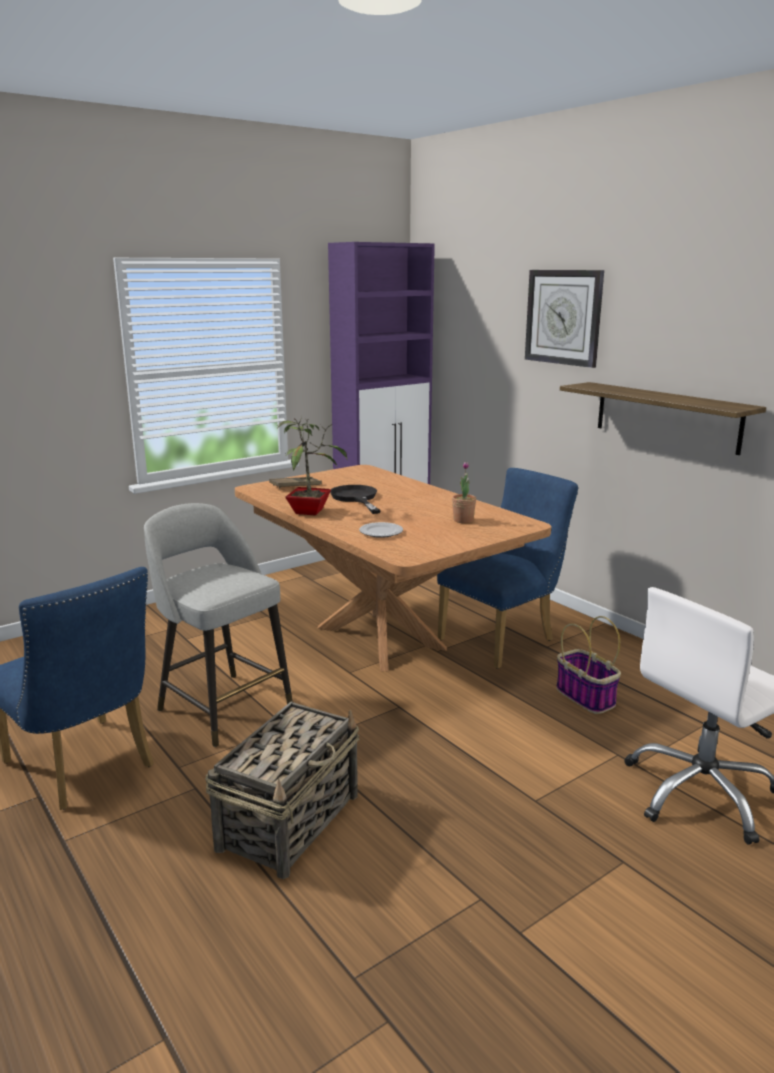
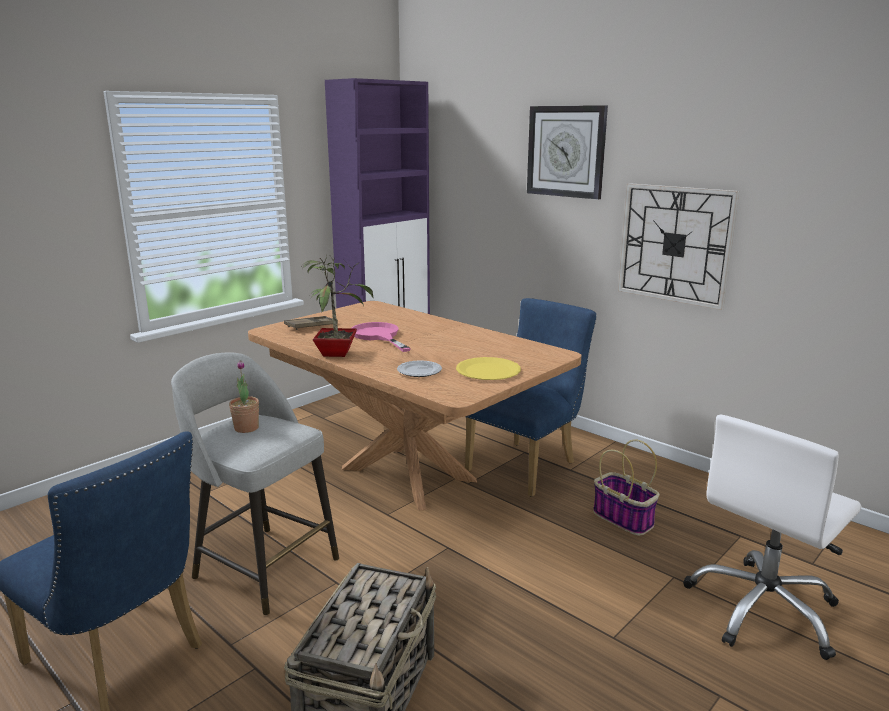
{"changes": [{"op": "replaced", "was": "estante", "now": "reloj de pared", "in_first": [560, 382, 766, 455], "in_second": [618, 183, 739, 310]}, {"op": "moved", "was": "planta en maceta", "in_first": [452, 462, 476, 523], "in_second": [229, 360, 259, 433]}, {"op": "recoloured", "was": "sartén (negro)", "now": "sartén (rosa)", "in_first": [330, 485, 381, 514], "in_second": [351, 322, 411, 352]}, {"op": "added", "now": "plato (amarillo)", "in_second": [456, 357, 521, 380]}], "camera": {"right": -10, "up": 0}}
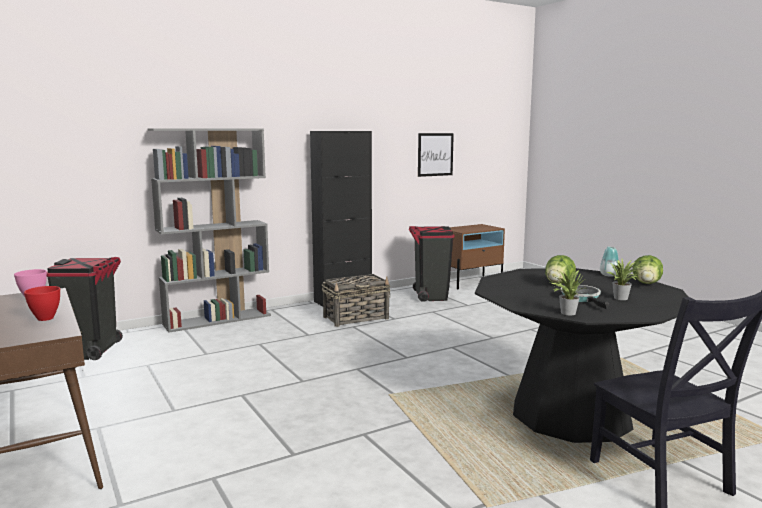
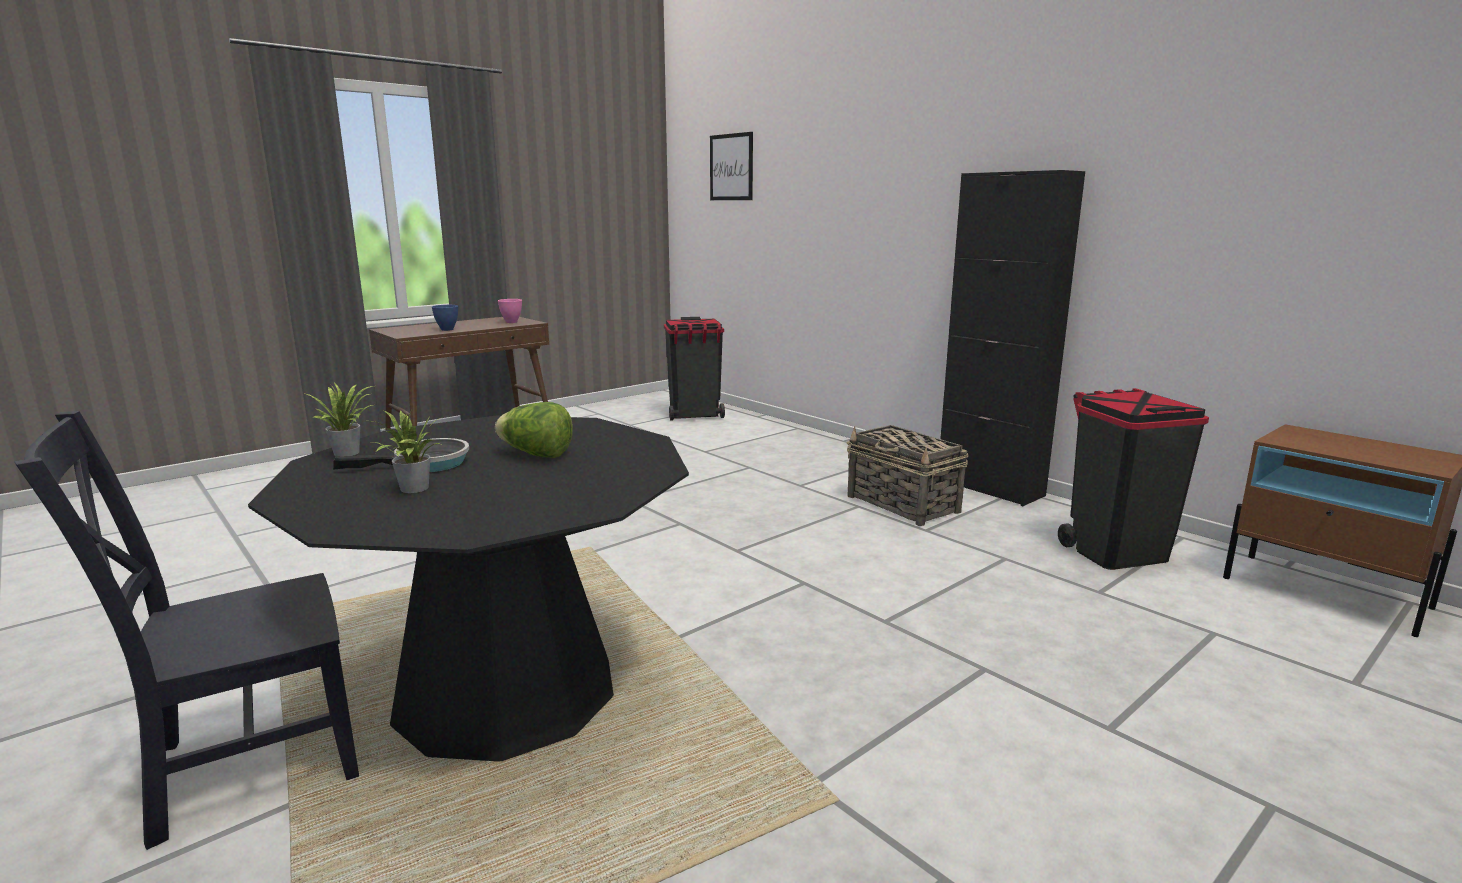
{"changes": [{"op": "removed", "was": "estantería (gris)", "in_first": [147, 128, 271, 333]}, {"op": "moved", "was": "cuadro", "in_first": [418, 133, 454, 177], "in_second": [710, 132, 753, 200]}, {"op": "removed", "was": "florero", "in_first": [600, 247, 619, 277]}, {"op": "removed", "was": "lechuga", "in_first": [633, 255, 663, 284]}, {"op": "recoloured", "was": "cuenco (rojo)", "now": "cuenco (azul)", "in_first": [24, 286, 60, 321], "in_second": [432, 305, 458, 331]}], "camera": {"right": 80, "up": 5}}
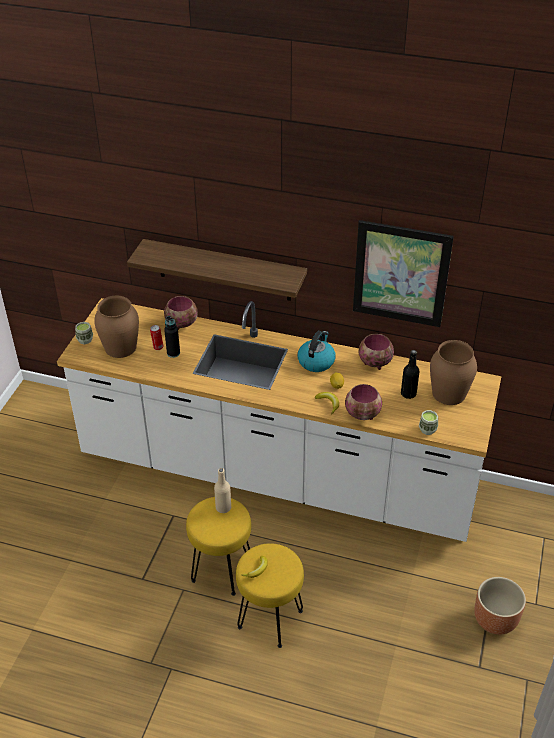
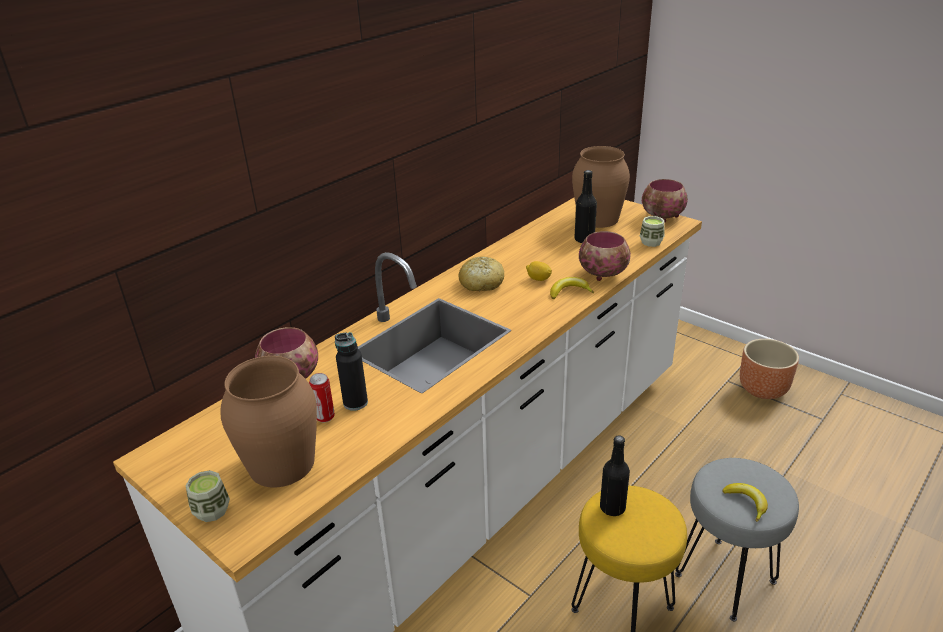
{"changes": [{"op": "removed", "was": "cuadro", "in_first": [353, 220, 454, 327]}, {"op": "removed", "was": "estante", "in_first": [127, 239, 307, 301]}, {"op": "replaced", "was": "hervidor", "now": "pan", "in_first": [298, 331, 336, 372], "in_second": [459, 256, 504, 292]}, {"op": "moved", "was": "cuenco", "in_first": [359, 334, 394, 370], "in_second": [642, 179, 688, 223]}, {"op": "recoloured", "was": "botella (beis)", "now": "botella (negro)", "in_first": [214, 468, 231, 513], "in_second": [600, 435, 630, 516]}, {"op": "recoloured", "was": "taburete (amarillo)", "now": "taburete (gris)", "in_first": [236, 543, 304, 648], "in_second": [675, 458, 799, 621]}], "camera": {"right": -65, "up": -10}}
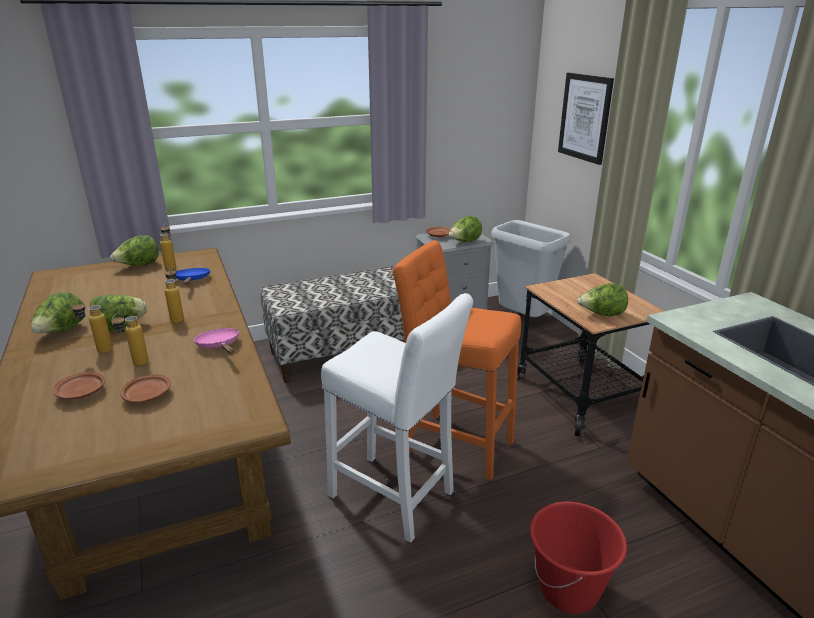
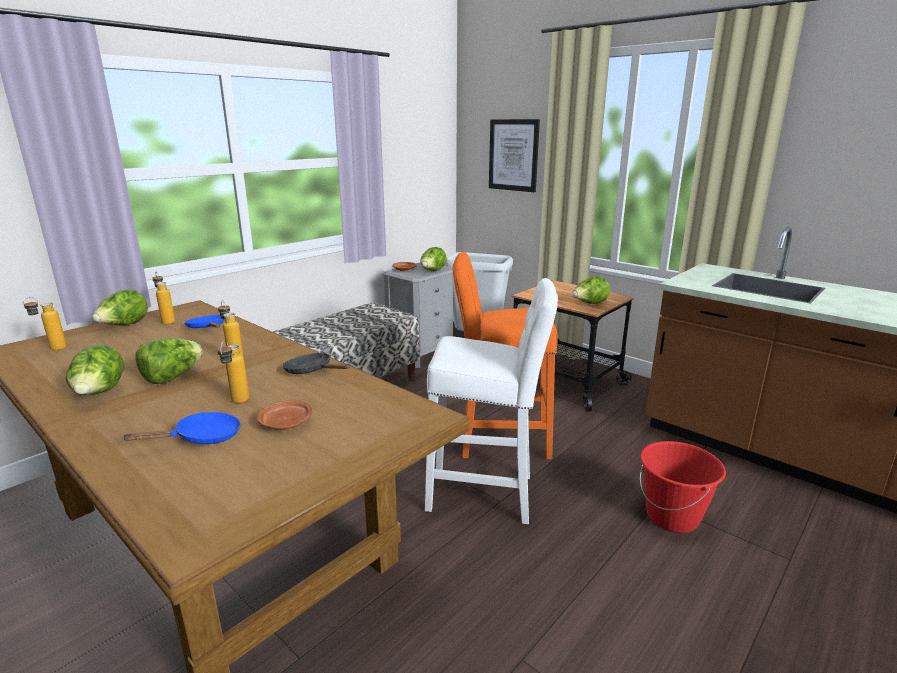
{"changes": [{"op": "moved", "was": "botella", "in_first": [71, 300, 113, 353], "in_second": [23, 297, 67, 350]}, {"op": "recoloured", "was": "sartén (rosa)", "now": "sartén (negro)", "in_first": [194, 328, 239, 354], "in_second": [283, 353, 350, 374]}, {"op": "replaced", "was": "plato (marrón)", "now": "sartén (azul)", "in_first": [53, 372, 105, 400], "in_second": [122, 412, 241, 444]}], "camera": {"right": -25, "up": -5}}
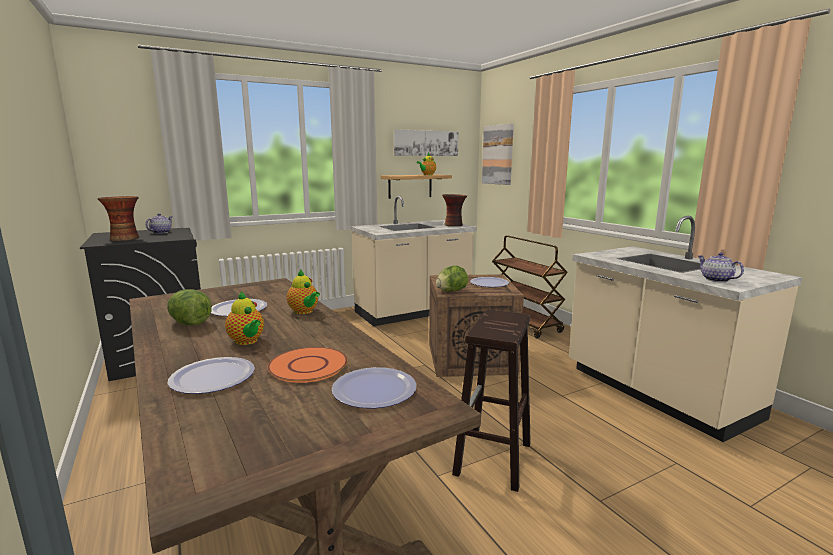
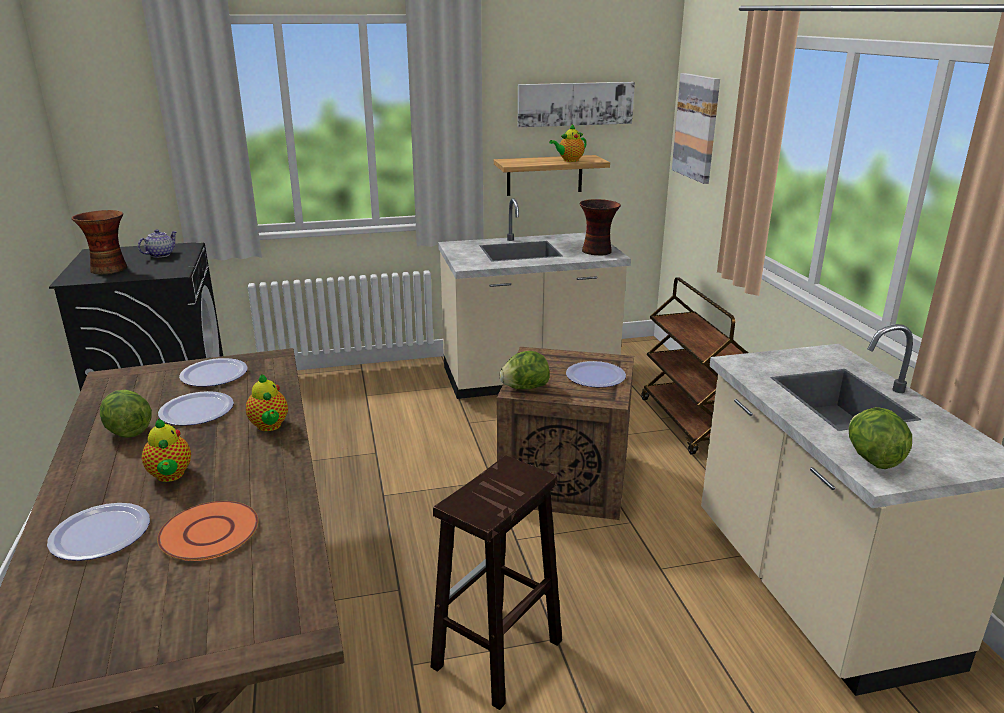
{"changes": [{"op": "replaced", "was": "tetera", "now": "lechuga", "in_first": [698, 253, 744, 282], "in_second": [849, 407, 912, 469]}, {"op": "moved", "was": "plato", "in_first": [332, 367, 416, 408], "in_second": [179, 358, 248, 386]}], "camera": {"right": 15, "up": 10}}
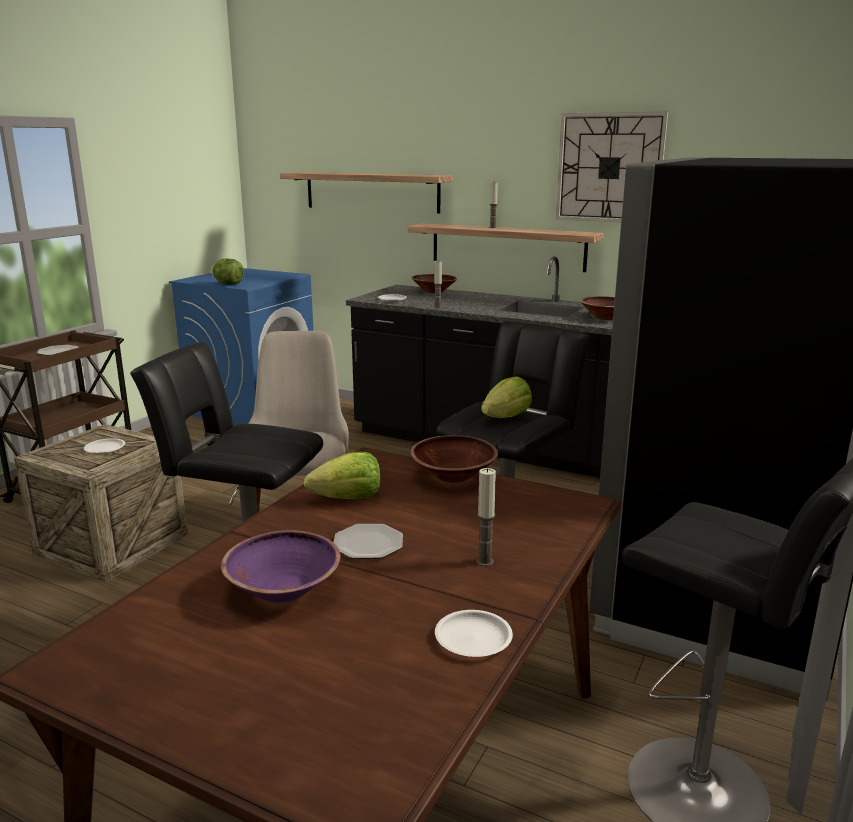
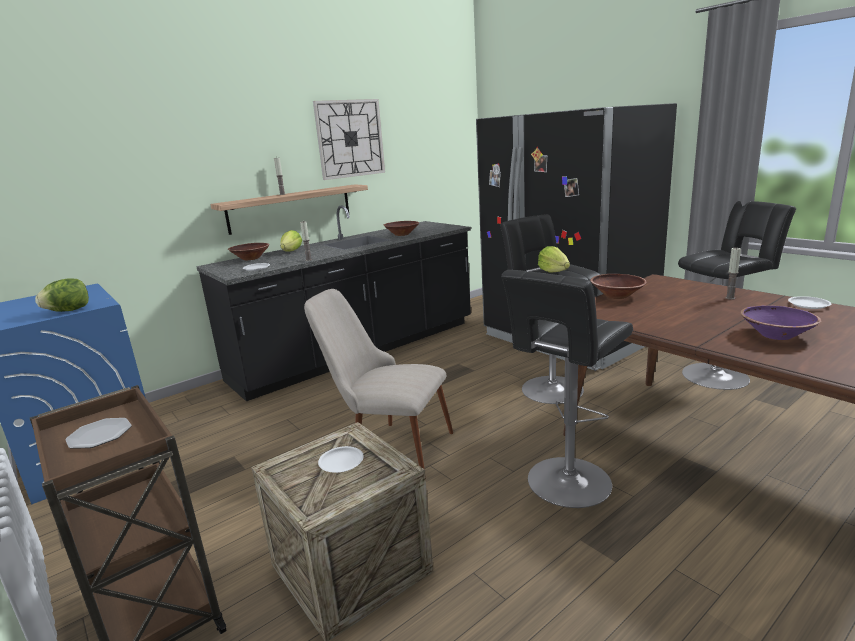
{"changes": [{"op": "removed", "was": "estante", "in_first": [280, 172, 453, 214]}, {"op": "moved", "was": "lechuga", "in_first": [304, 452, 380, 499], "in_second": [280, 230, 302, 252]}, {"op": "removed", "was": "plato", "in_first": [333, 524, 403, 559]}], "camera": {"right": -65, "up": 0}}
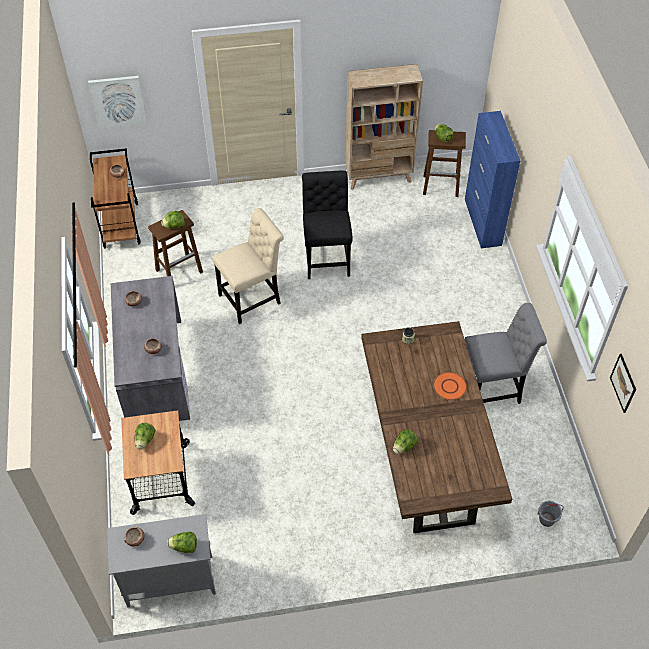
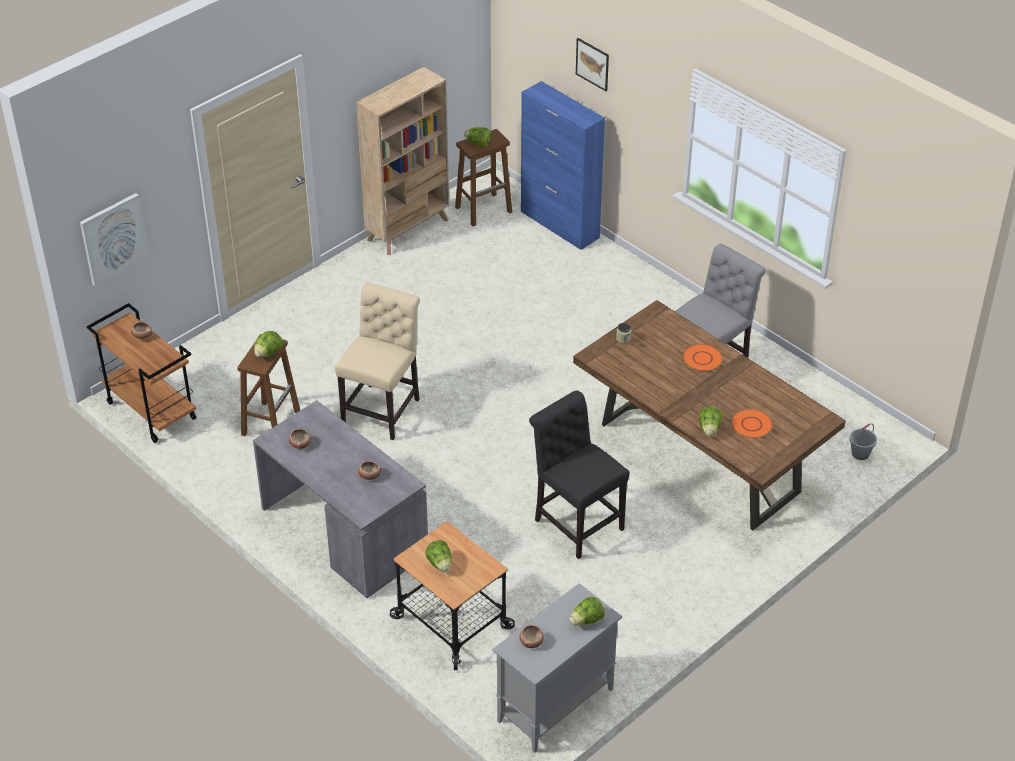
{"changes": [{"op": "moved", "was": "silla (negro)", "in_first": [302, 170, 353, 279], "in_second": [529, 390, 629, 559]}, {"op": "moved", "was": "cuadro", "in_first": [610, 354, 636, 413], "in_second": [576, 38, 609, 91]}, {"op": "added", "now": "plato (naranja)", "in_second": [731, 409, 773, 438]}], "camera": {"right": -35, "up": -10}}
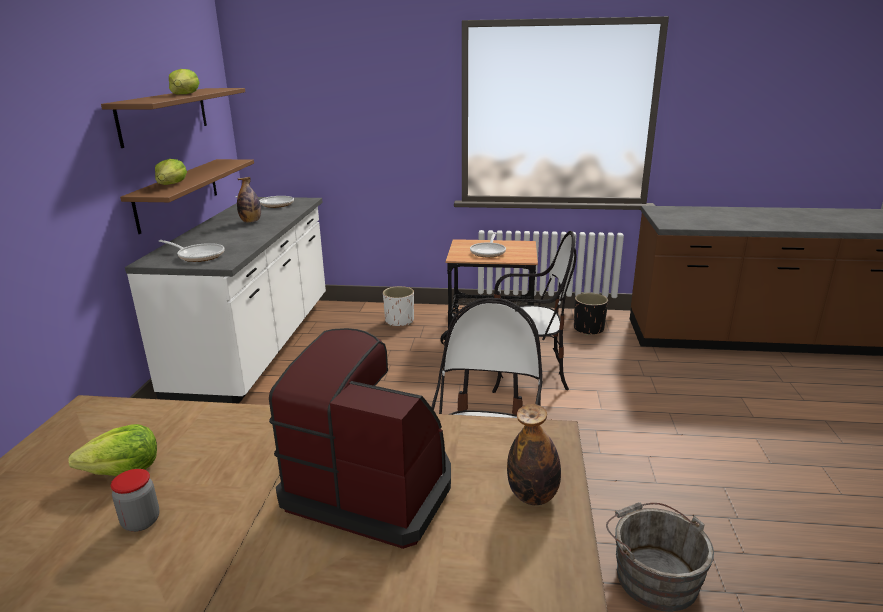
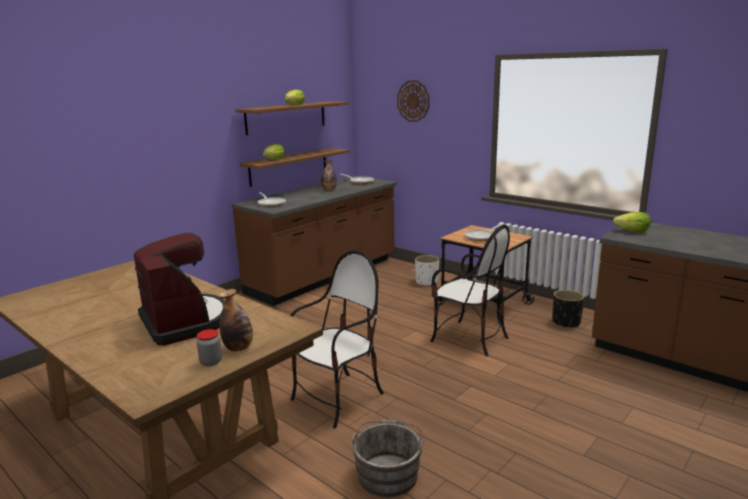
{"changes": [{"op": "recoloured", "was": "mueble bajo de cocina (blanco)", "now": "mueble bajo de cocina (marrón)", "in_first": [125, 197, 326, 403], "in_second": [232, 176, 397, 306]}, {"op": "moved", "was": "lechuga", "in_first": [68, 424, 157, 476], "in_second": [613, 212, 651, 232]}, {"op": "moved", "was": "tarro", "in_first": [111, 469, 160, 532], "in_second": [197, 329, 222, 366]}, {"op": "added", "now": "reloj de pared", "in_second": [397, 80, 429, 122]}], "camera": {"right": 35, "up": -5}}
